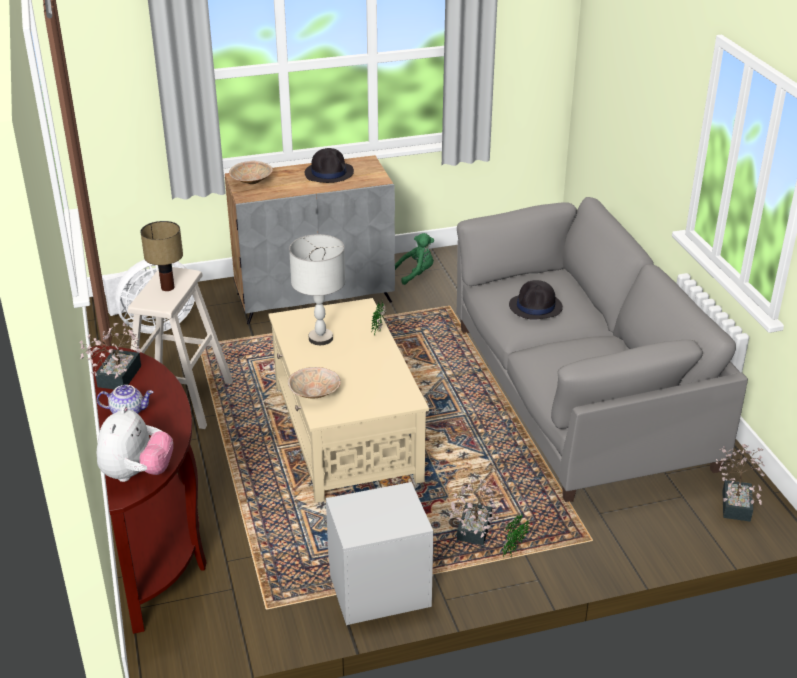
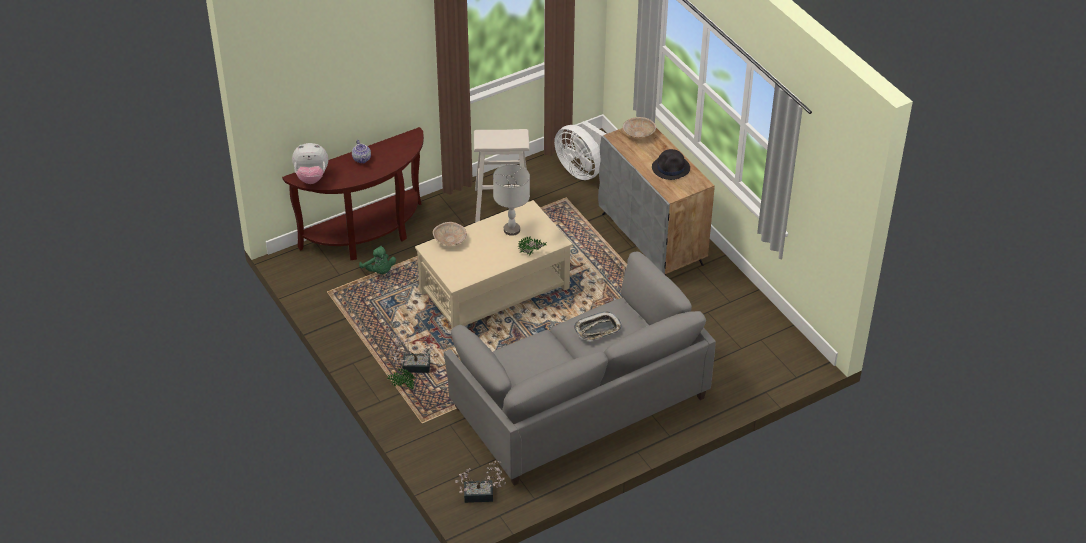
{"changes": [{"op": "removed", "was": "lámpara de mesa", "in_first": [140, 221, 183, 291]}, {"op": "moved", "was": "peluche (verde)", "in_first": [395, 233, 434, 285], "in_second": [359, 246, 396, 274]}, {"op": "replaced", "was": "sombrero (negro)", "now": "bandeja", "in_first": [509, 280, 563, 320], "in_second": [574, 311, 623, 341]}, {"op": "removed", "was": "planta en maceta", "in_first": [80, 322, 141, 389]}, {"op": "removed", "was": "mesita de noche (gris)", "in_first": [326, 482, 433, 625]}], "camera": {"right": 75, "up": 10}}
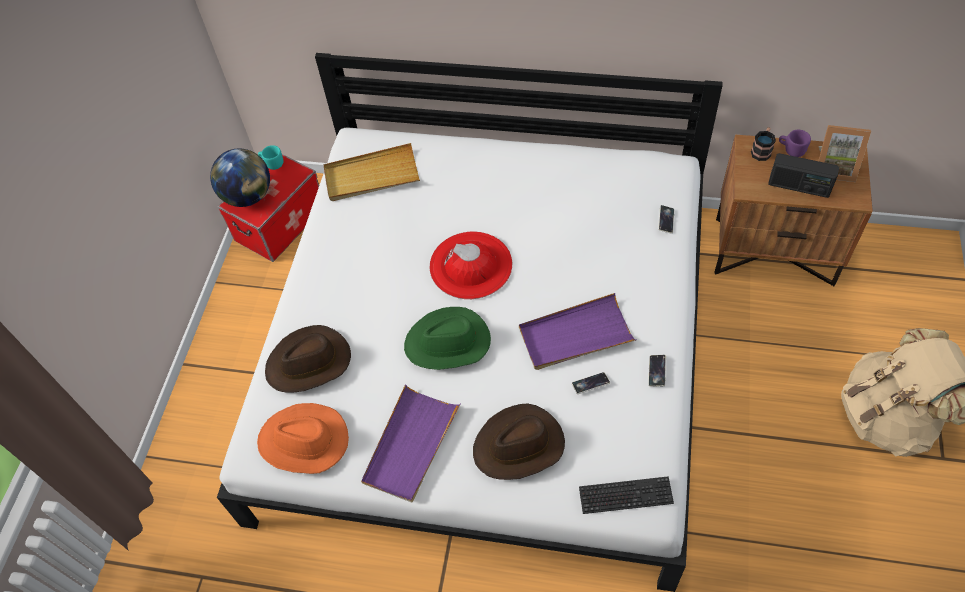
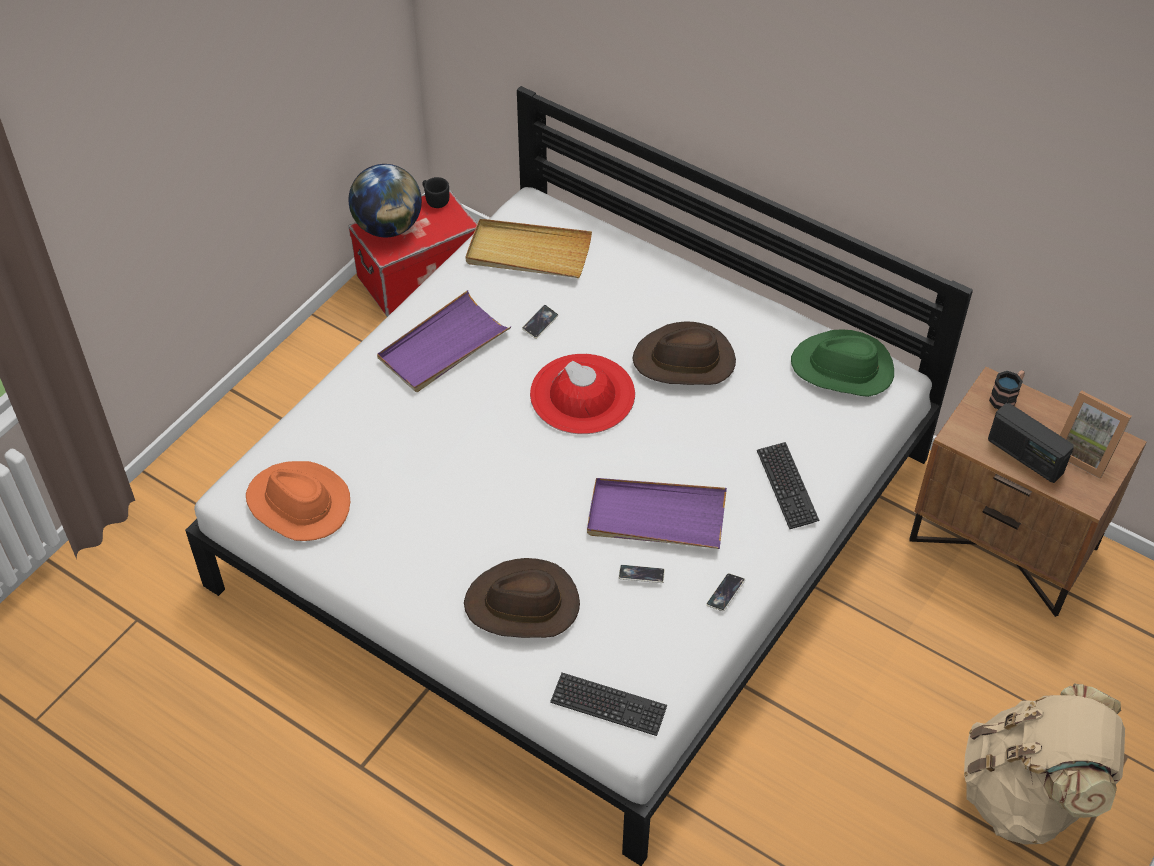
{"changes": [{"op": "removed", "was": "taza grande (morado)", "in_first": [779, 130, 811, 157]}, {"op": "recoloured", "was": "taza grande (turquesa)", "now": "taza grande (negro)", "in_first": [258, 145, 283, 170], "in_second": [422, 177, 449, 208]}, {"op": "moved", "was": "móvil", "in_first": [658, 205, 674, 234], "in_second": [522, 305, 558, 339]}, {"op": "moved", "was": "sombrero (verde)", "in_first": [404, 307, 491, 370], "in_second": [791, 329, 894, 397]}, {"op": "moved", "was": "sombrero (marrón)", "in_first": [265, 325, 351, 393], "in_second": [632, 321, 736, 385]}, {"op": "moved", "was": "bandeja (morado)", "in_first": [361, 384, 460, 503], "in_second": [377, 290, 511, 392]}, {"op": "added", "now": "teclado", "in_second": [757, 442, 819, 529]}], "camera": {"right": 20, "up": -5}}
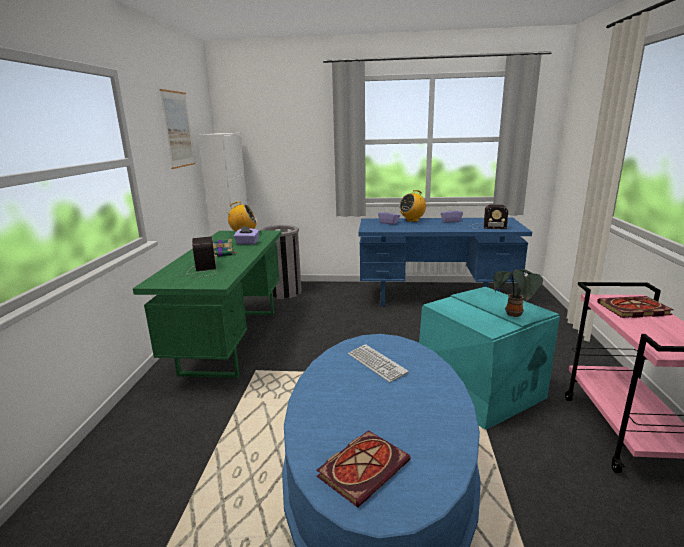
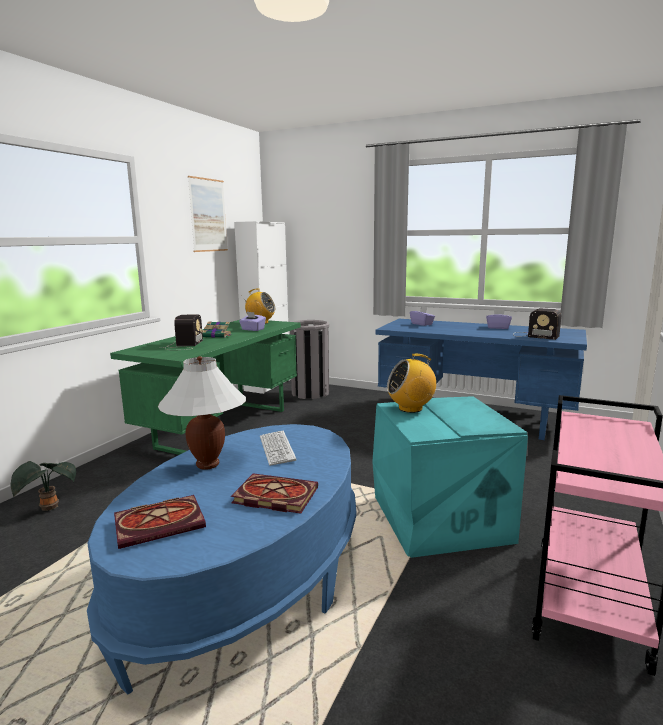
{"changes": [{"op": "moved", "was": "radio", "in_first": [399, 190, 426, 222], "in_second": [387, 354, 436, 413]}, {"op": "moved", "was": "planta en maceta", "in_first": [493, 269, 543, 317], "in_second": [10, 461, 76, 511]}, {"op": "moved", "was": "libro", "in_first": [597, 296, 673, 318], "in_second": [231, 473, 318, 513]}, {"op": "added", "now": "lámpara de mesa (blanco)", "in_second": [158, 356, 246, 470]}], "camera": {"right": 20, "up": -5}}
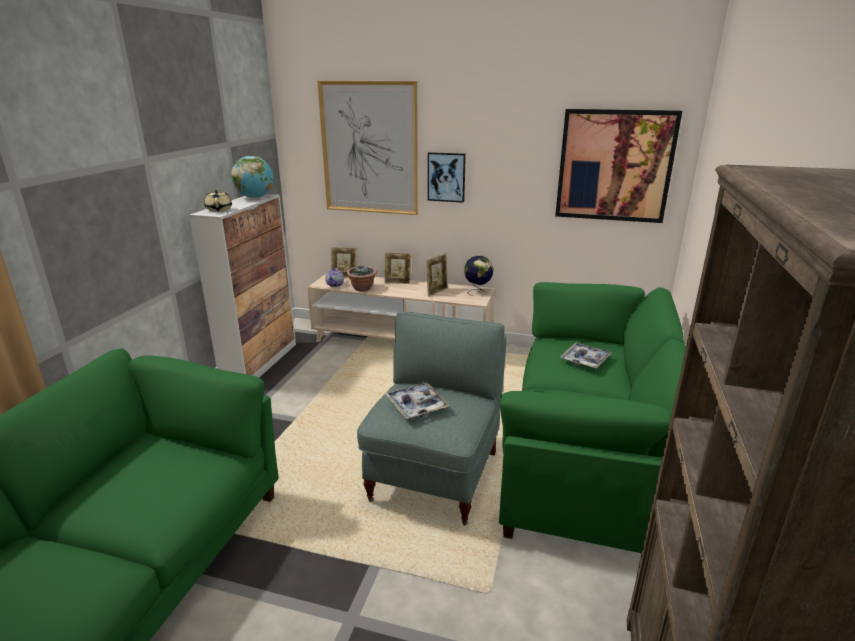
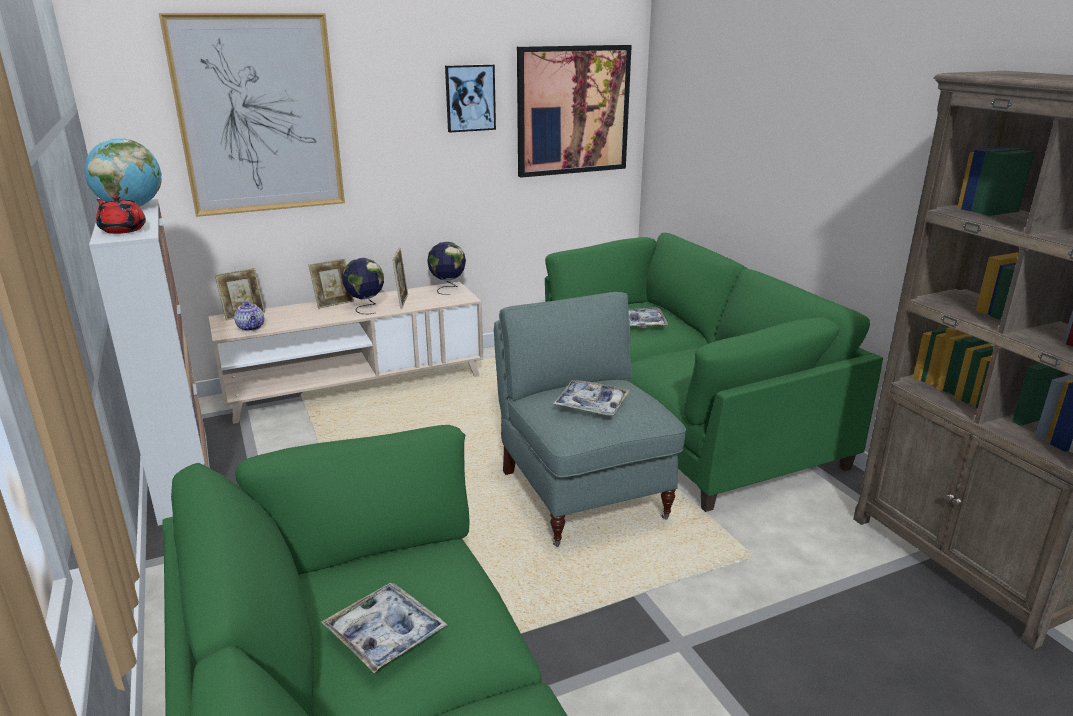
{"changes": [{"op": "moved", "was": "cuadro", "in_first": [428, 152, 466, 203], "in_second": [445, 64, 496, 132]}, {"op": "recoloured", "was": "tetera (beis)", "now": "tetera (rojo)", "in_first": [204, 189, 232, 212], "in_second": [96, 196, 146, 234]}, {"op": "removed", "was": "planta en maceta", "in_first": [347, 265, 377, 291]}, {"op": "added", "now": "globo terráqueo", "in_second": [342, 258, 384, 314]}, {"op": "added", "now": "bandeja", "in_second": [321, 583, 447, 673]}], "camera": {"right": -40, "up": 0}}
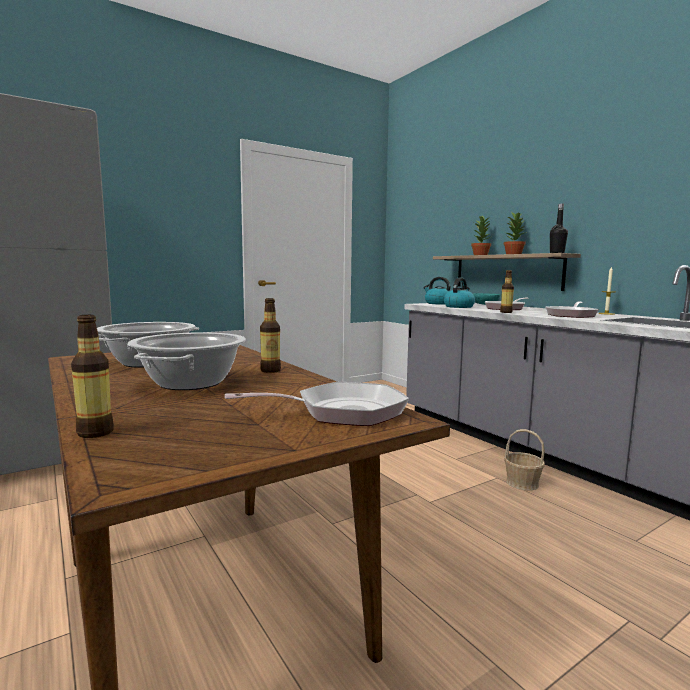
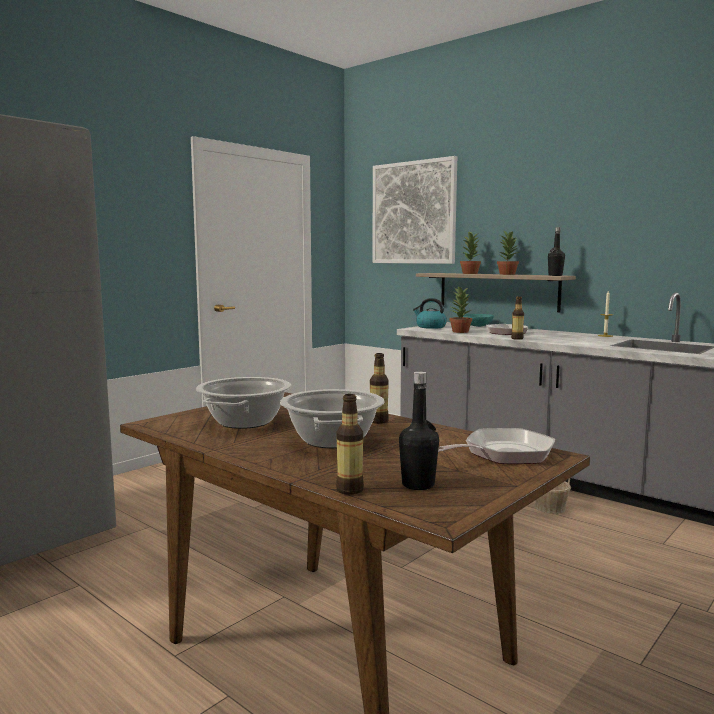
{"changes": [{"op": "replaced", "was": "hervidor", "now": "planta en maceta", "in_first": [444, 277, 475, 308], "in_second": [450, 286, 472, 333]}, {"op": "removed", "was": "sartén", "in_first": [545, 302, 599, 318]}, {"op": "added", "now": "cuadro", "in_second": [372, 156, 457, 264]}, {"op": "added", "now": "botella (negro)", "in_second": [399, 371, 439, 490]}], "camera": {"right": -15, "up": 0}}
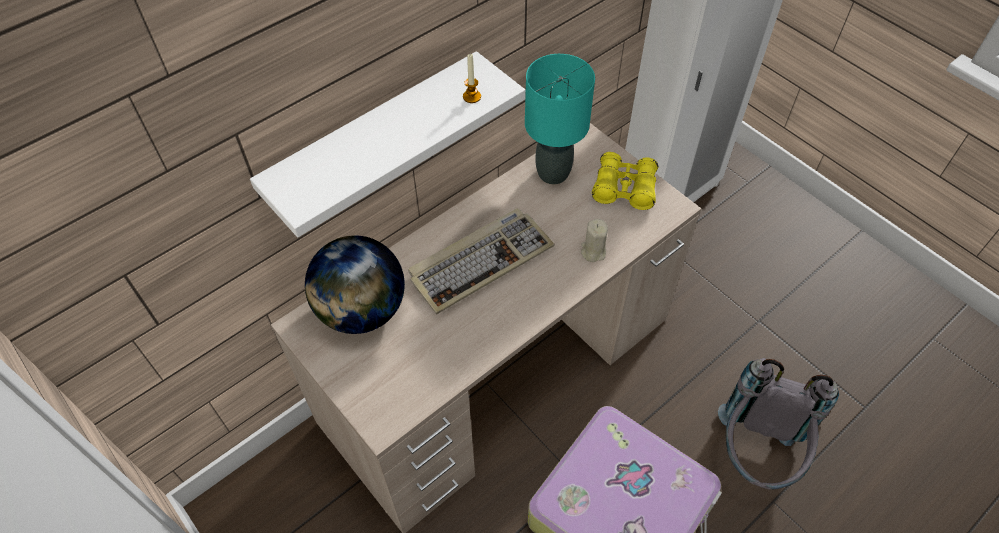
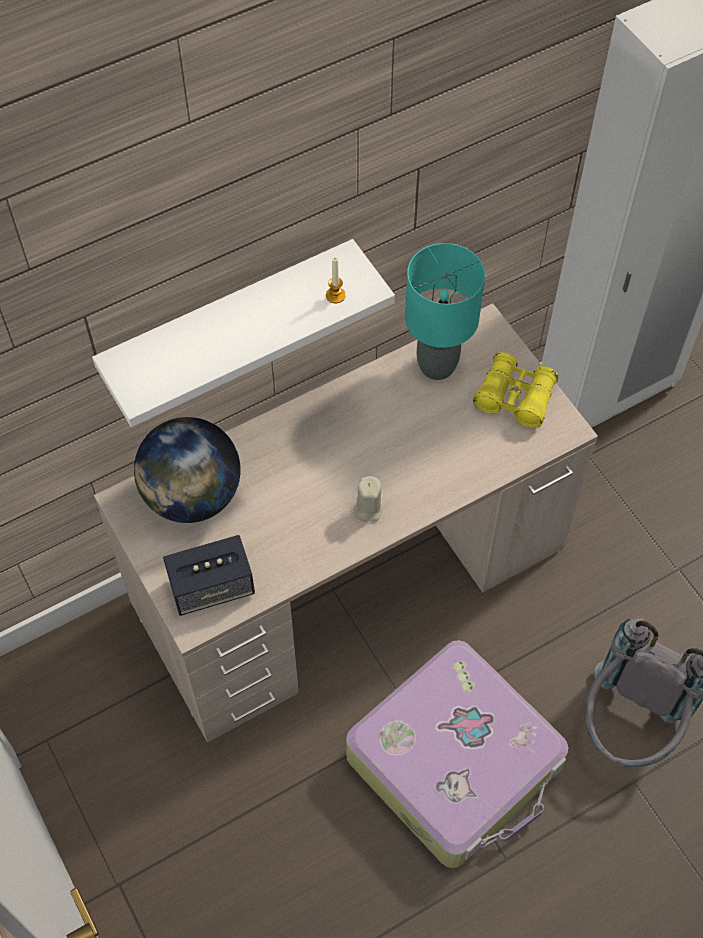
{"changes": [{"op": "removed", "was": "teclado", "in_first": [408, 208, 555, 314]}, {"op": "moved", "was": "vela (beis)", "in_first": [581, 219, 608, 262], "in_second": [354, 476, 383, 522]}, {"op": "added", "now": "altavoz", "in_second": [163, 535, 255, 616]}], "camera": {"right": 10, "up": 5}}
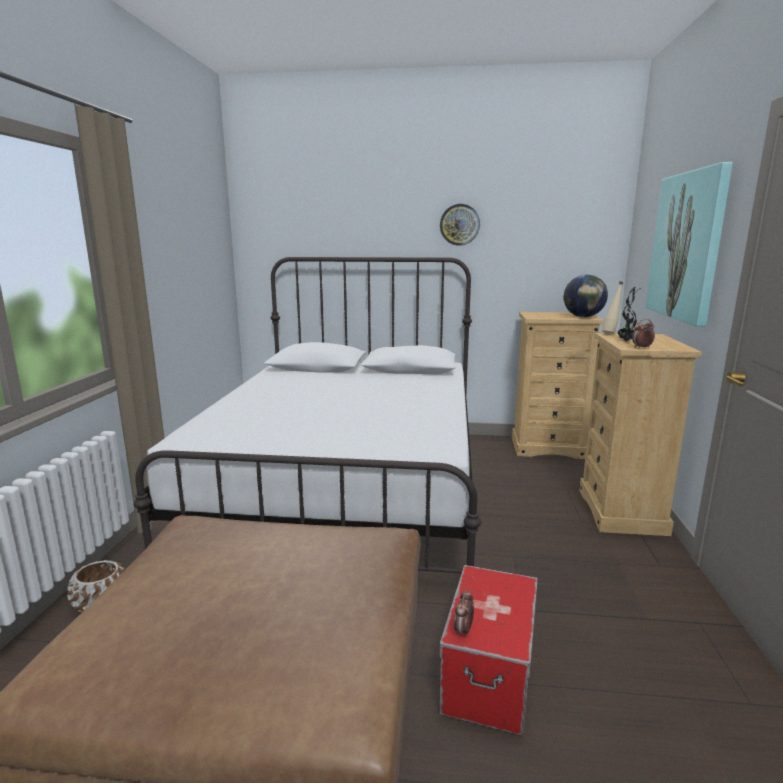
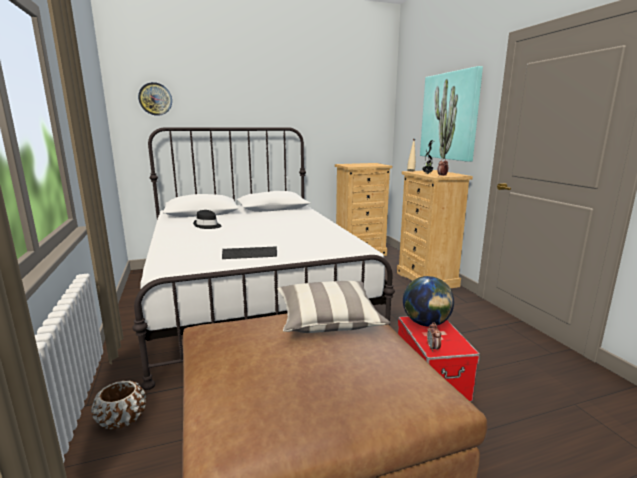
{"changes": [{"op": "moved", "was": "reloj de pared", "in_first": [440, 204, 480, 246], "in_second": [138, 82, 172, 116]}, {"op": "moved", "was": "globo terráqueo", "in_first": [563, 275, 608, 317], "in_second": [403, 276, 454, 327]}, {"op": "added", "now": "sombrero (negro)", "in_second": [193, 210, 221, 229]}, {"op": "added", "now": "teclado", "in_second": [222, 246, 277, 259]}, {"op": "added", "now": "cojín", "in_second": [277, 281, 390, 333]}], "camera": {"right": -25, "up": 0}}
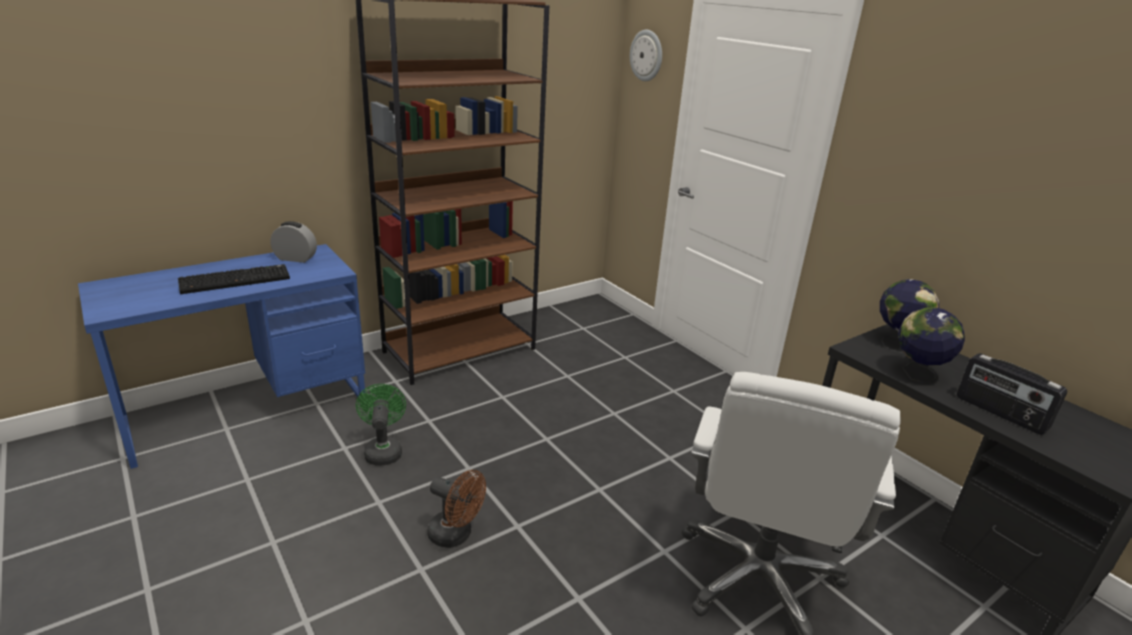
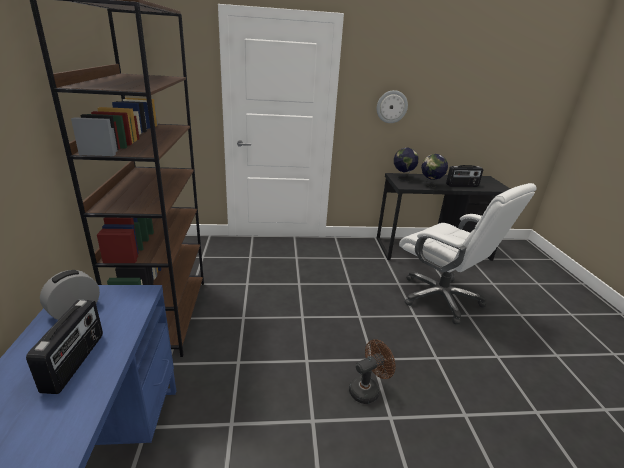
{"changes": [{"op": "moved", "was": "reloj de pared", "in_first": [630, 29, 662, 81], "in_second": [377, 90, 408, 123]}, {"op": "replaced", "was": "teclado", "now": "radio", "in_first": [178, 264, 290, 294], "in_second": [26, 300, 103, 394]}, {"op": "removed", "was": "ventilador (verde)", "in_first": [356, 384, 406, 465]}], "camera": {"right": -60, "up": 0}}
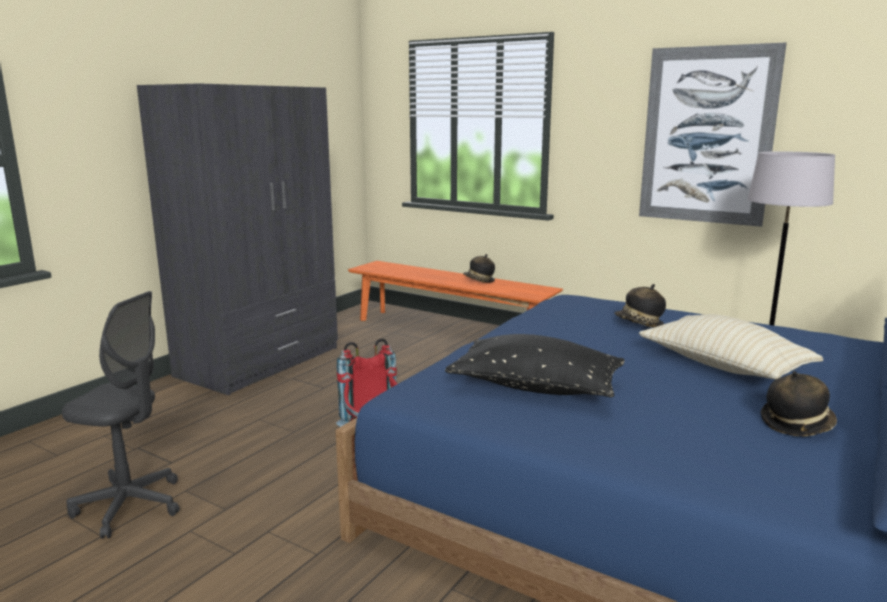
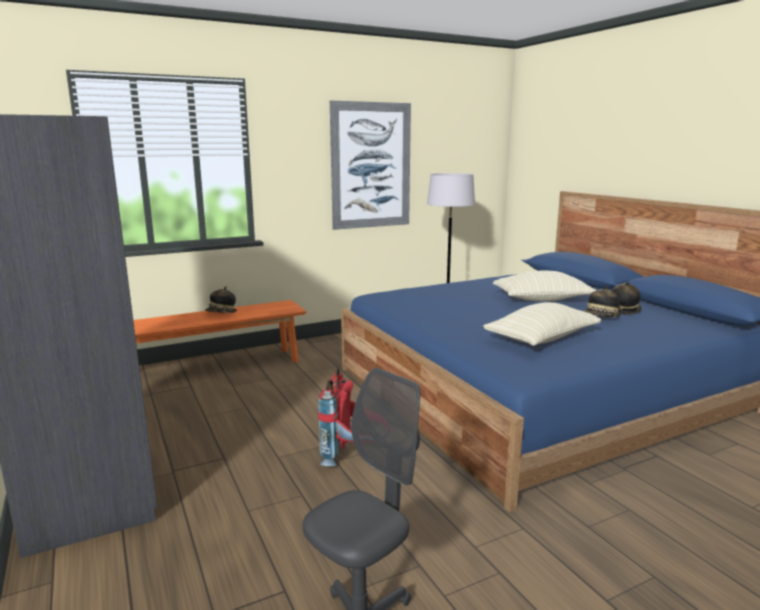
{"changes": [{"op": "moved", "was": "sombrero", "in_first": [614, 284, 666, 328], "in_second": [584, 285, 621, 317]}, {"op": "recoloured", "was": "cojín (negro)", "now": "cojín (beis)", "in_first": [445, 334, 625, 397], "in_second": [483, 302, 601, 346]}], "camera": {"right": -60, "up": 0}}
